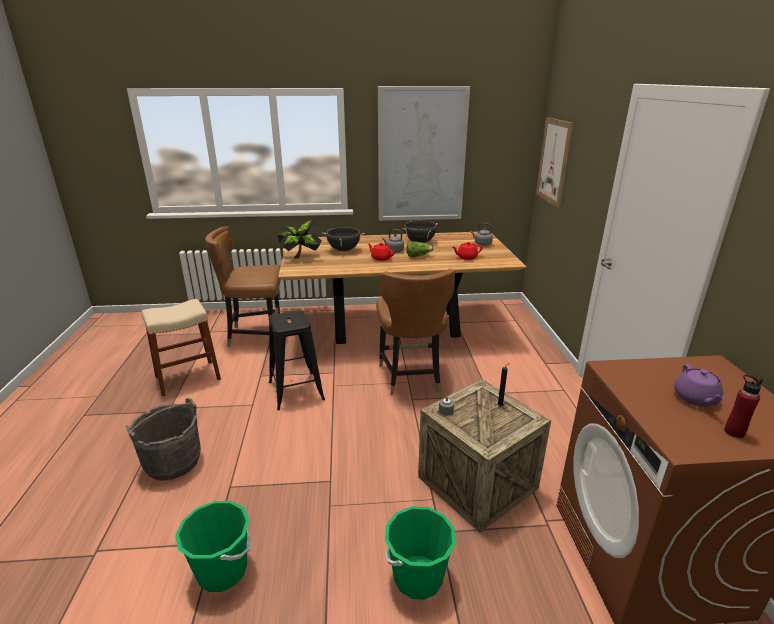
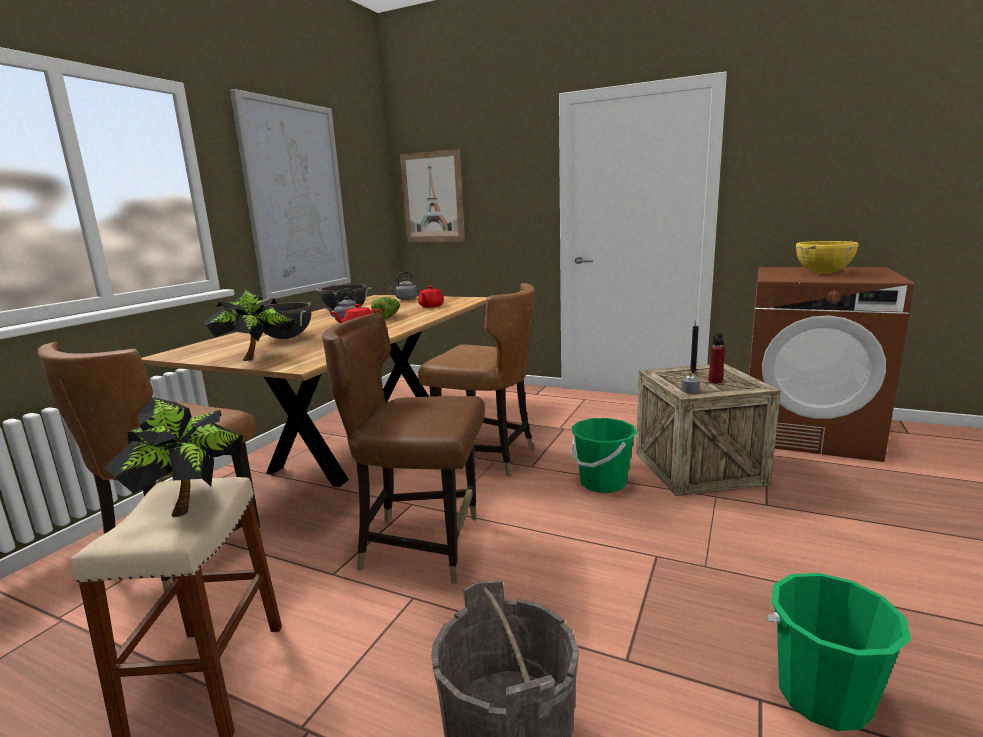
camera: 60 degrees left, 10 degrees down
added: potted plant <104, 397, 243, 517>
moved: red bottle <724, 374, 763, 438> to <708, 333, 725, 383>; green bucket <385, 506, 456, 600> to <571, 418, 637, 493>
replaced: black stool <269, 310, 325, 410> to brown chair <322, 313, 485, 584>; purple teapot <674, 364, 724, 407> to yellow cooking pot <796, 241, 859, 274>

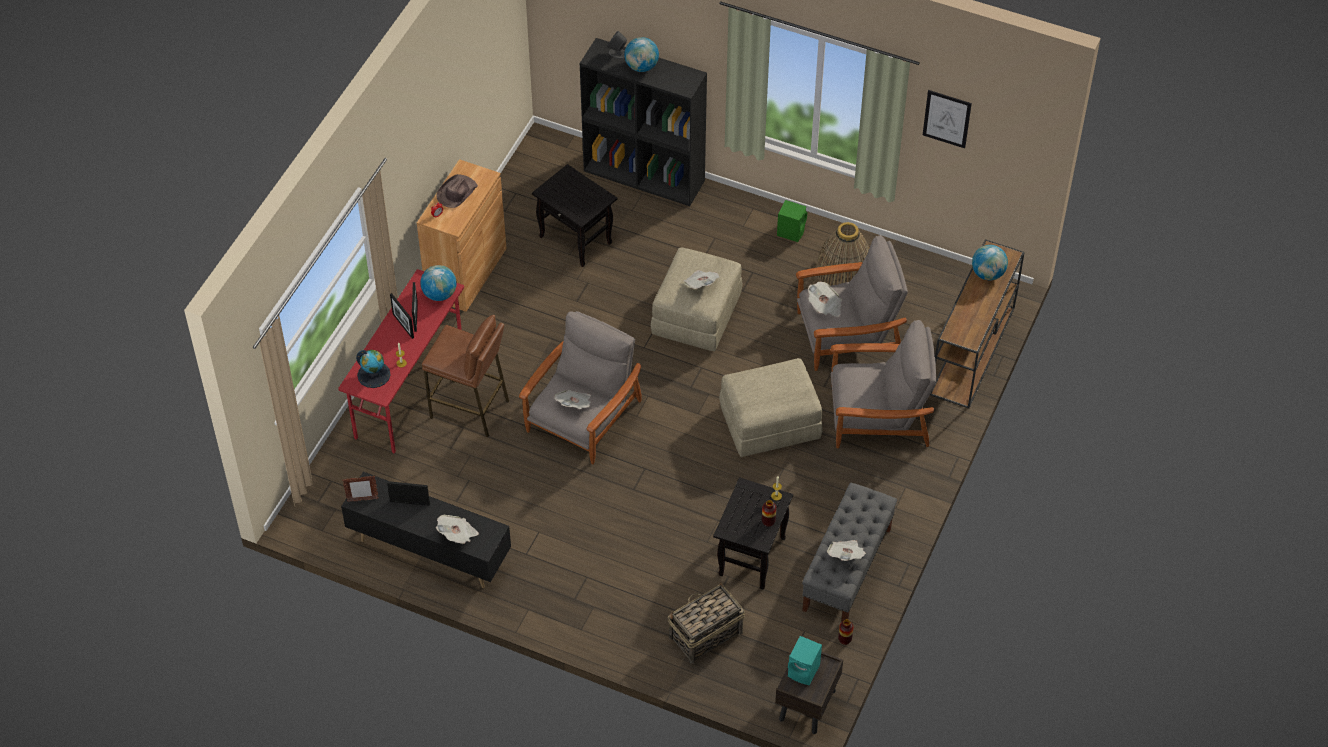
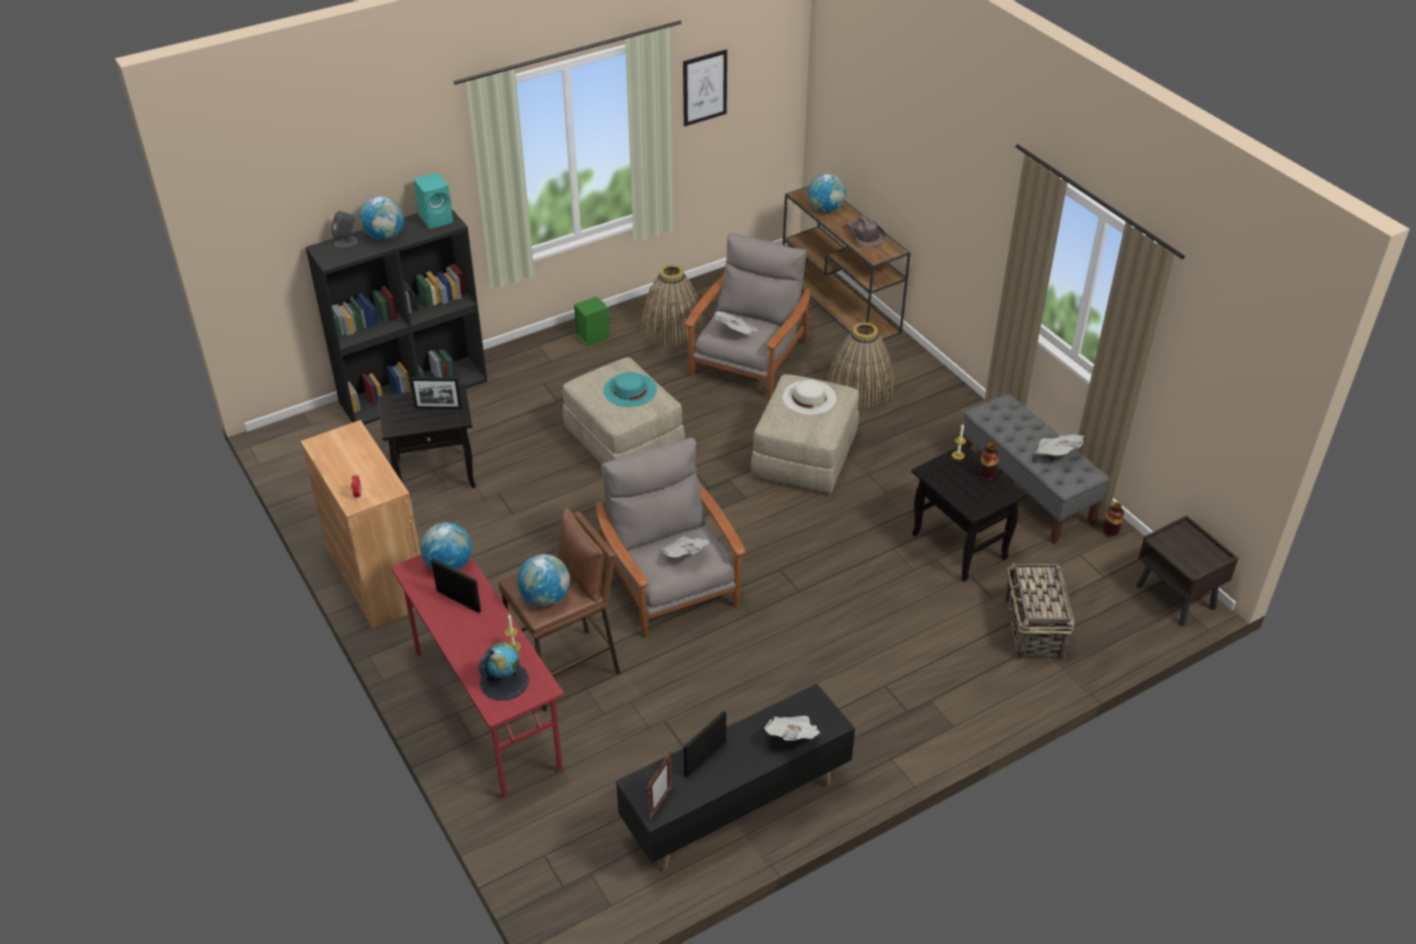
camera: 55 degrees left, 10 degrees down
added: white hat <783, 379, 836, 415>; globe <518, 554, 570, 606>
moved: brown hat <437, 174, 478, 208> to <846, 216, 887, 247>; picture frame <390, 293, 414, 339> to <410, 377, 462, 409>; turquoise speaker <788, 636, 822, 685> to <413, 172, 453, 229>
replaced: newspaper <684, 270, 720, 289> to turquoise hat <603, 372, 657, 407>; grey armchair <831, 320, 936, 448> to basket <827, 322, 894, 409>

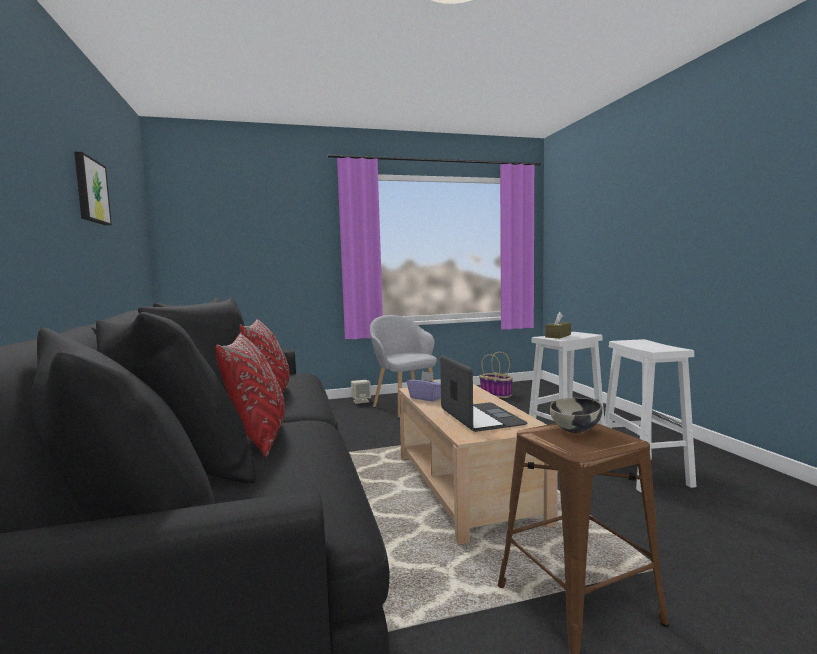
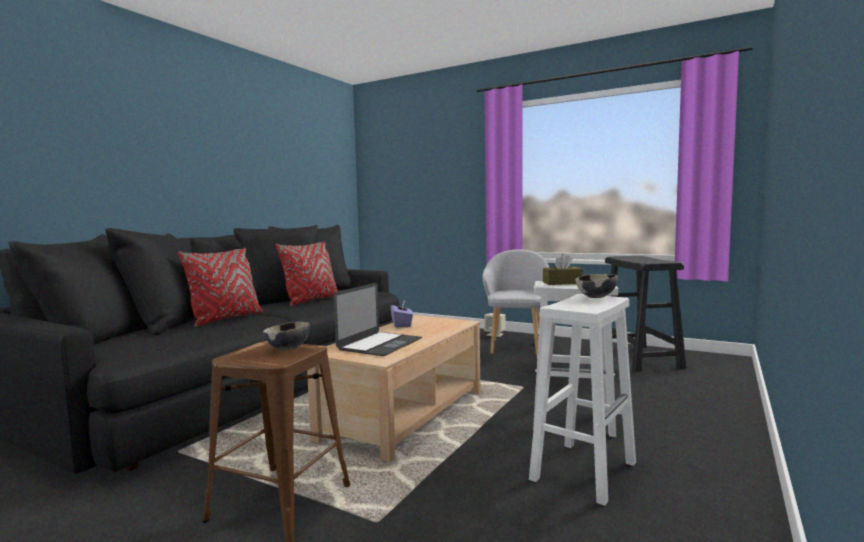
camera: 45 degrees right, 0 degrees up
removed: picture <74, 152, 112, 225>
added: bowl <575, 274, 618, 298>
replaced: basket <479, 352, 513, 398> to black stool <605, 256, 687, 371>

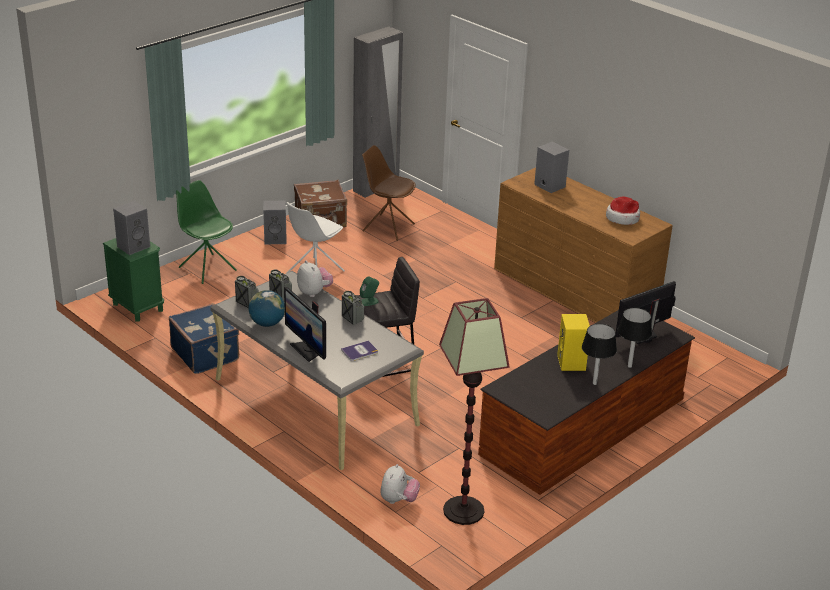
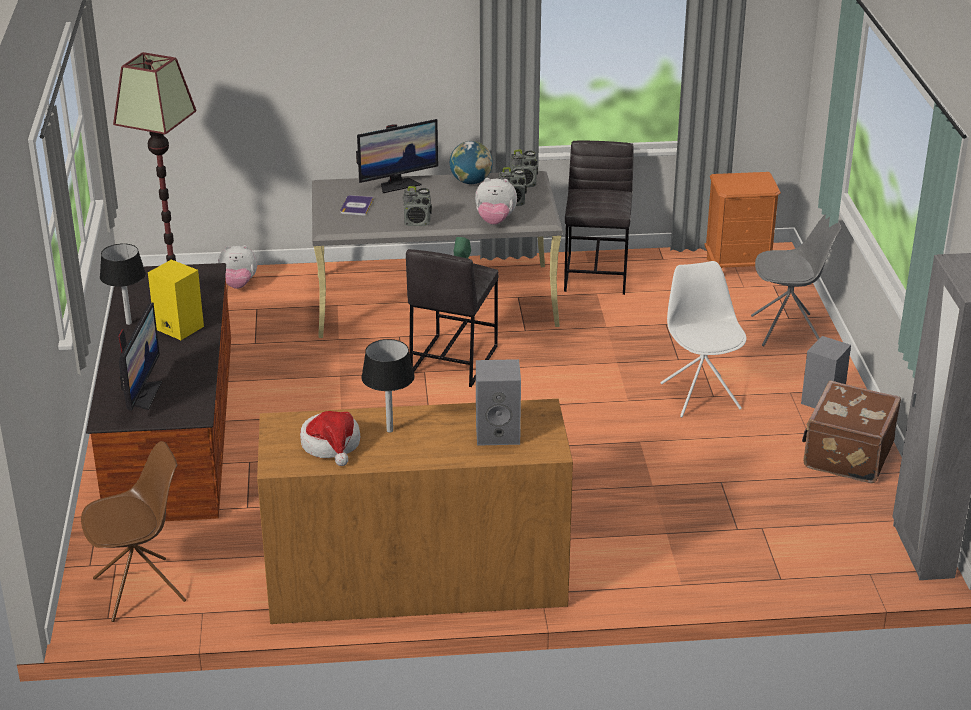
camera: 130 degrees right, 0 degrees up
removed: grey speaker <113, 201, 150, 255>
moved: brown chair <362, 145, 416, 241> to <81, 441, 186, 622>; black table lamp <617, 308, 652, 368> to <361, 339, 415, 433>
replaced: blue suitcase <169, 303, 239, 374> to grey stool <564, 141, 634, 295>
recoloured: green chair <176, 180, 237, 284> to grey chair <751, 214, 842, 346>; green nightstand <103, 238, 164, 322> to orange nightstand <704, 172, 781, 269>
turned: monitor <284, 287, 326, 362> = <356, 119, 438, 193> 150 degrees clockwise; plush toy <380, 464, 420, 504> = <218, 245, 257, 289> 60 degrees counterclockwise

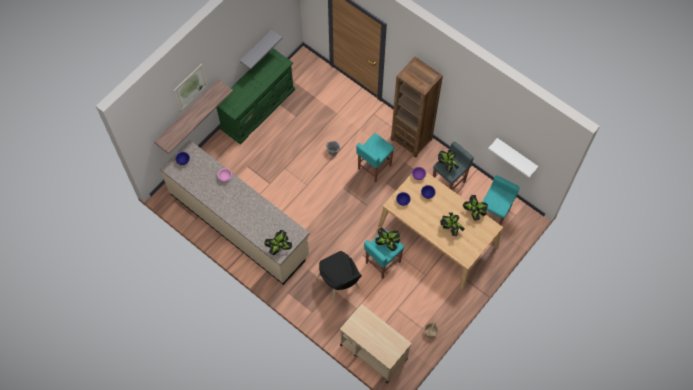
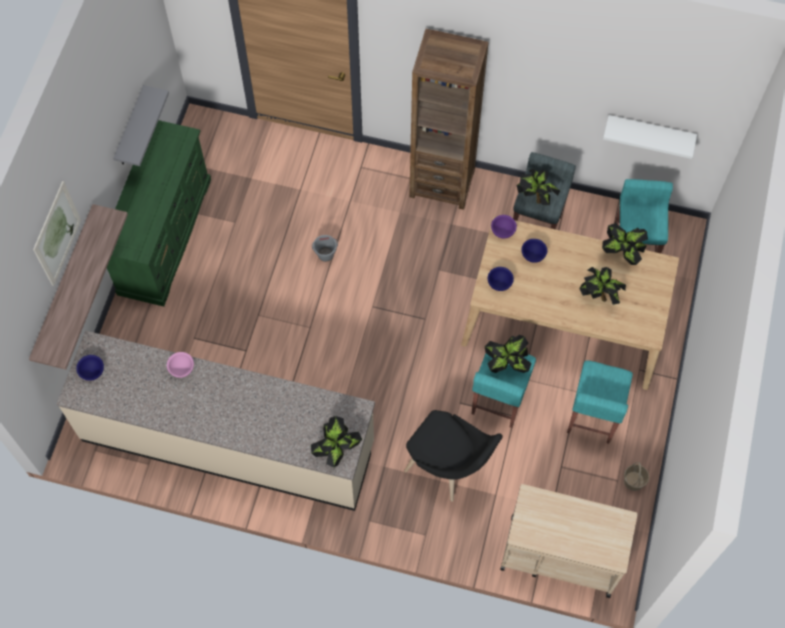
camera: 25 degrees left, 0 degrees up
moved: turquoise stool <356, 133, 394, 183> to <567, 360, 633, 444>

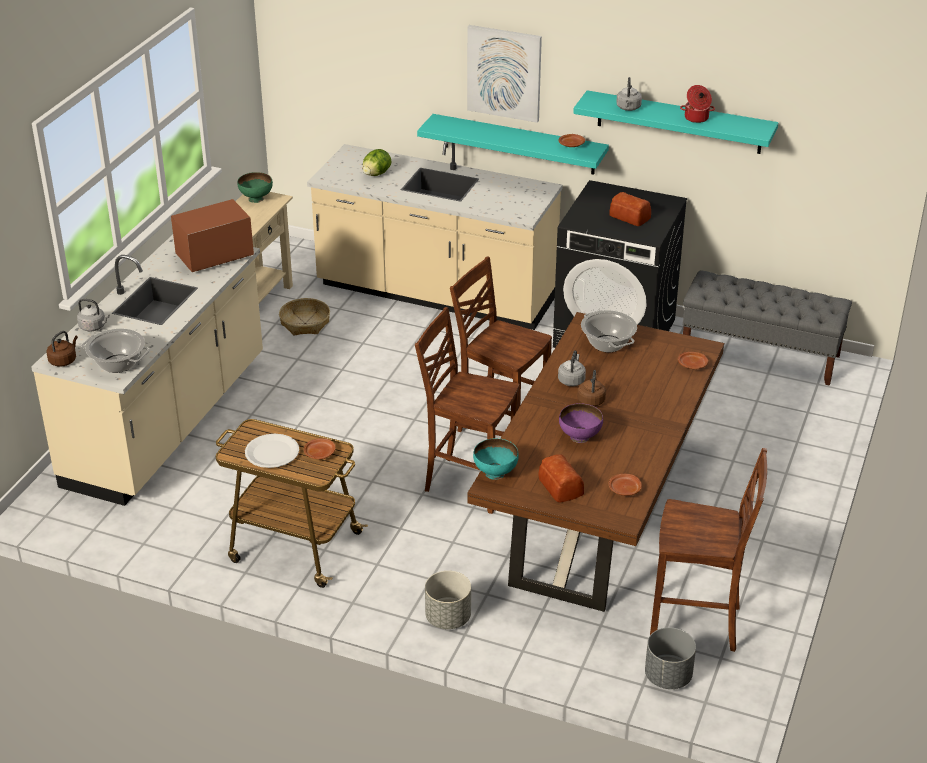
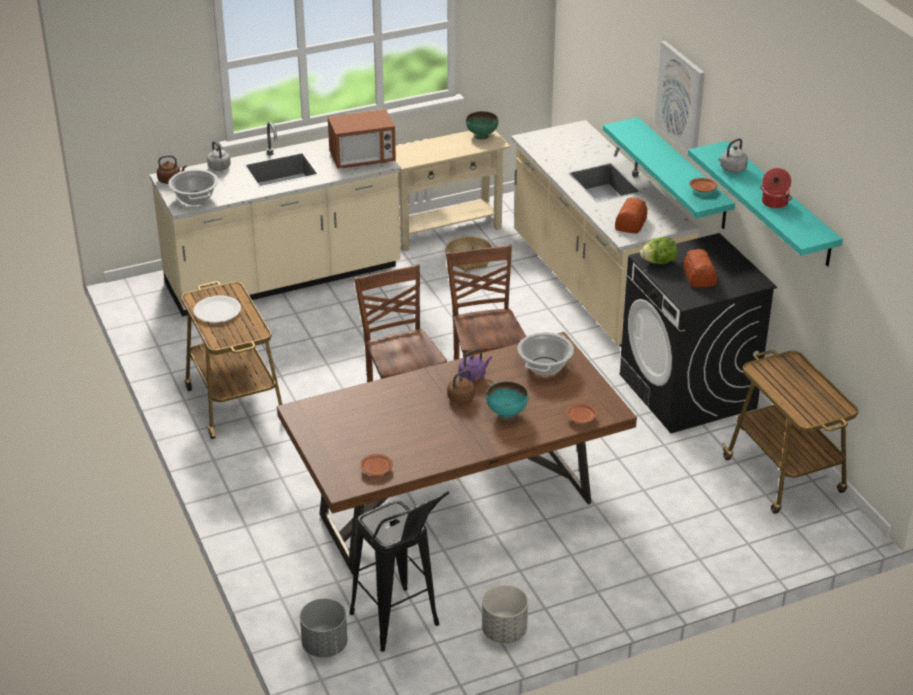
camera: 45 degrees right, 0 degrees up
removed: purple bowl <559, 403, 603, 443>; brown plate <304, 438, 336, 459>
moved: lettuce <362, 149, 392, 176> to <640, 237, 677, 264>; turquoise bowl <473, 438, 519, 480> to <486, 381, 528, 419>; bread <538, 454, 584, 503> to <615, 197, 647, 234>; grey planter <425, 571, 471, 629> to <482, 585, 528, 643>
replaced: grey bench <683, 270, 852, 386> to cart <722, 350, 858, 514>; brown chair <650, 448, 767, 652> to black stool <349, 492, 449, 652>
recoloured: grey kettle <558, 350, 586, 386> to purple kettle <459, 349, 492, 382>
turned: microwave <171, 199, 254, 272> = <328, 109, 396, 168> 150 degrees clockwise

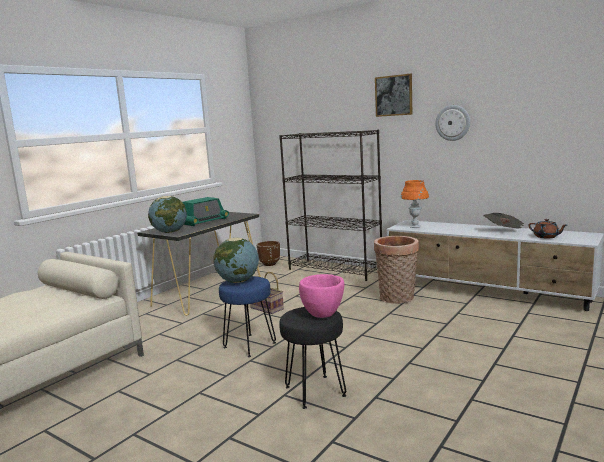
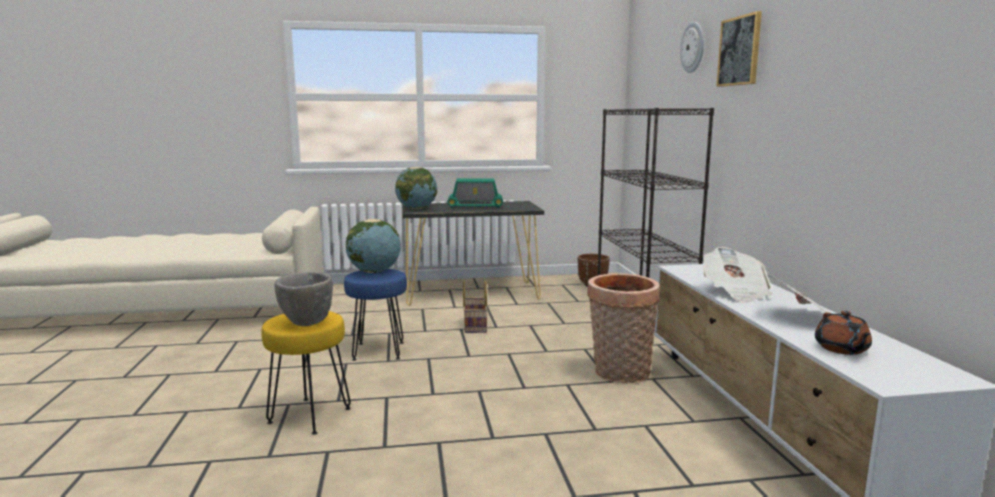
camera: 45 degrees right, 0 degrees up
removed: orange table lamp <401, 180, 429, 228>
added: newspaper <703, 247, 772, 303>
moved: wall clock <435, 105, 470, 141> to <680, 22, 704, 73>
recoloured: pink bowl <299, 274, 344, 318> to grey bowl <275, 272, 333, 326>; black stool <279, 307, 346, 409> to yellow stool <261, 311, 351, 435>

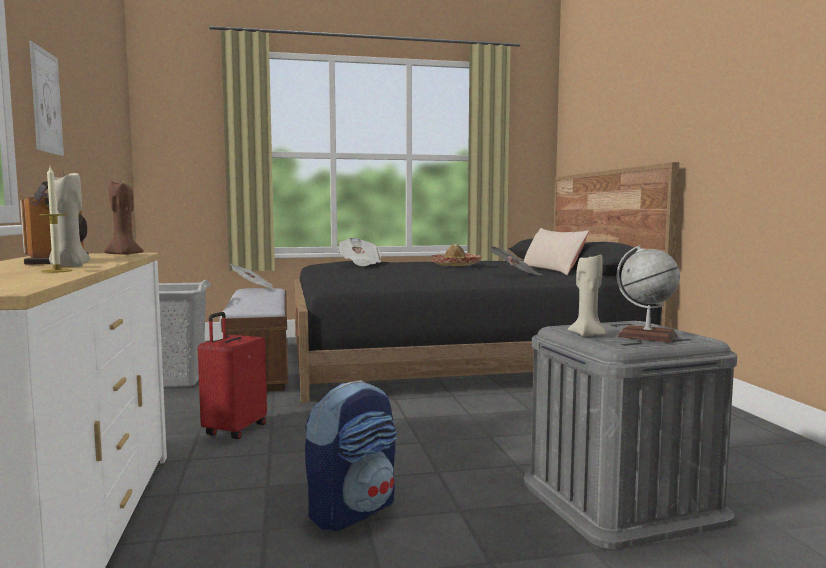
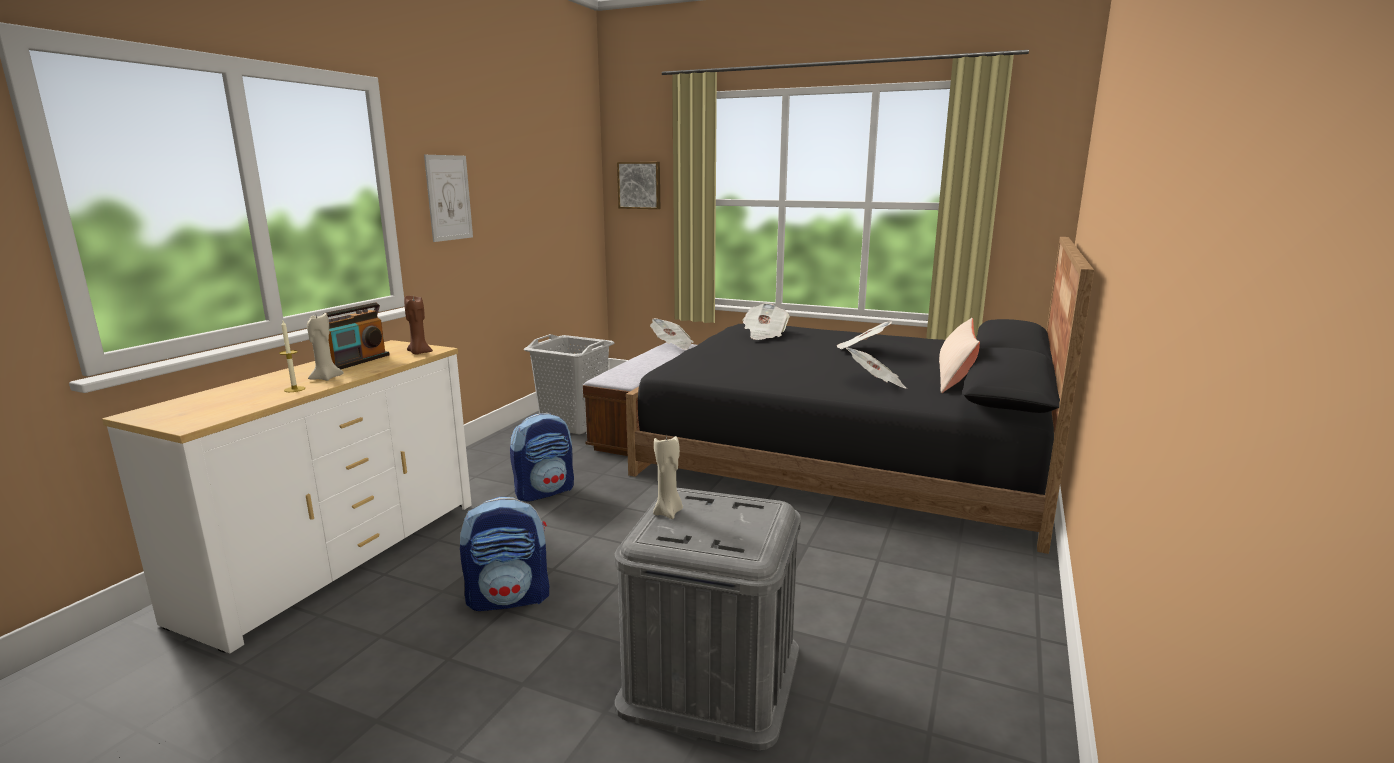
camera: 35 degrees right, 10 degrees up
removed: globe <617, 245, 680, 343>
added: picture <617, 162, 660, 209>
replaced: hat <429, 244, 482, 266> to newspaper <837, 321, 892, 349>; red suitcase <198, 312, 267, 439> to backpack <510, 413, 574, 502>

